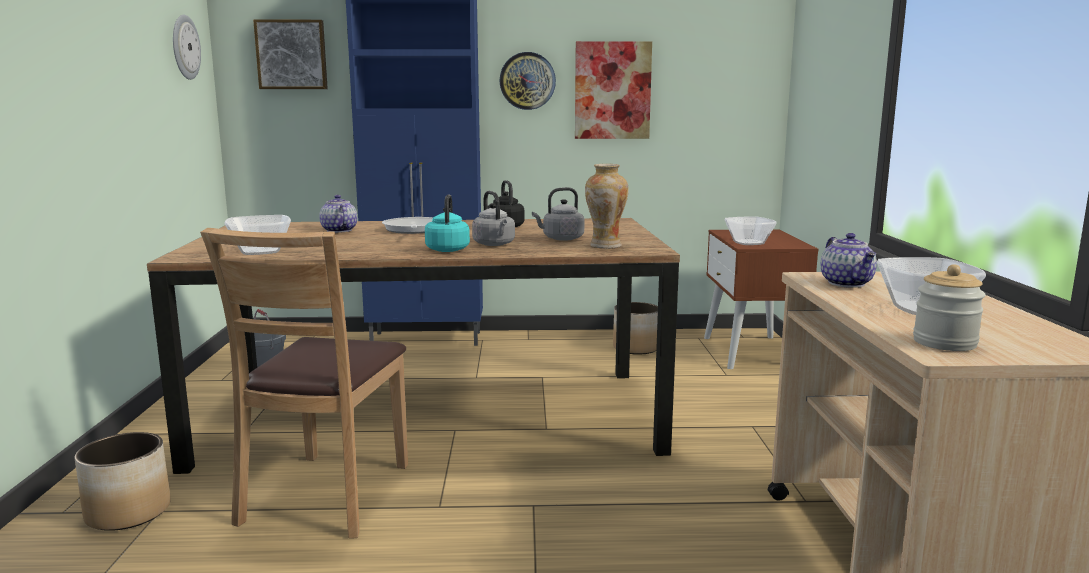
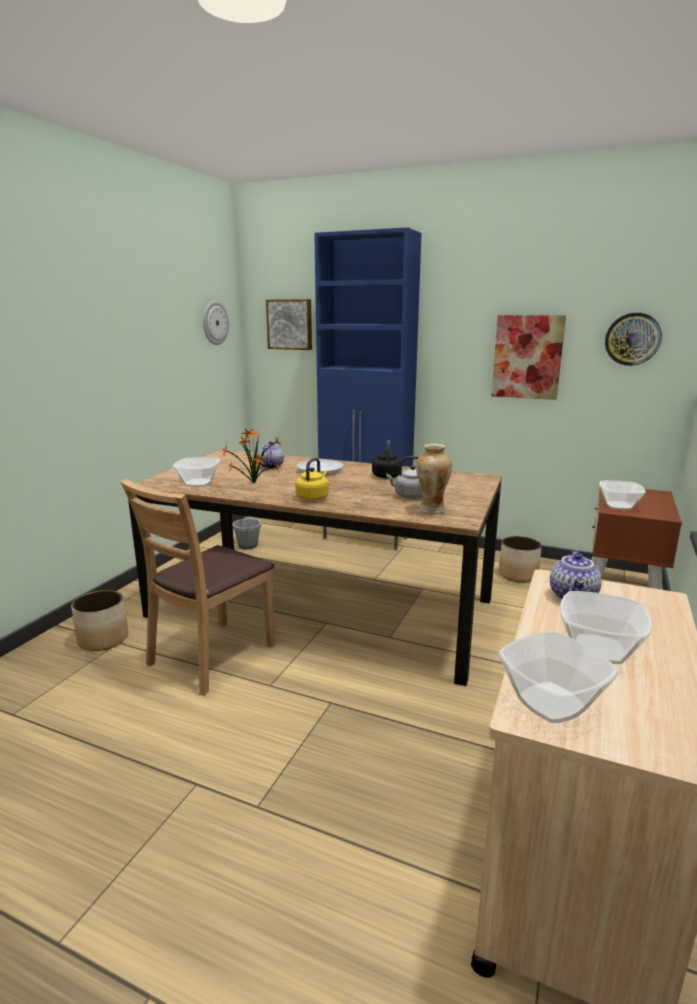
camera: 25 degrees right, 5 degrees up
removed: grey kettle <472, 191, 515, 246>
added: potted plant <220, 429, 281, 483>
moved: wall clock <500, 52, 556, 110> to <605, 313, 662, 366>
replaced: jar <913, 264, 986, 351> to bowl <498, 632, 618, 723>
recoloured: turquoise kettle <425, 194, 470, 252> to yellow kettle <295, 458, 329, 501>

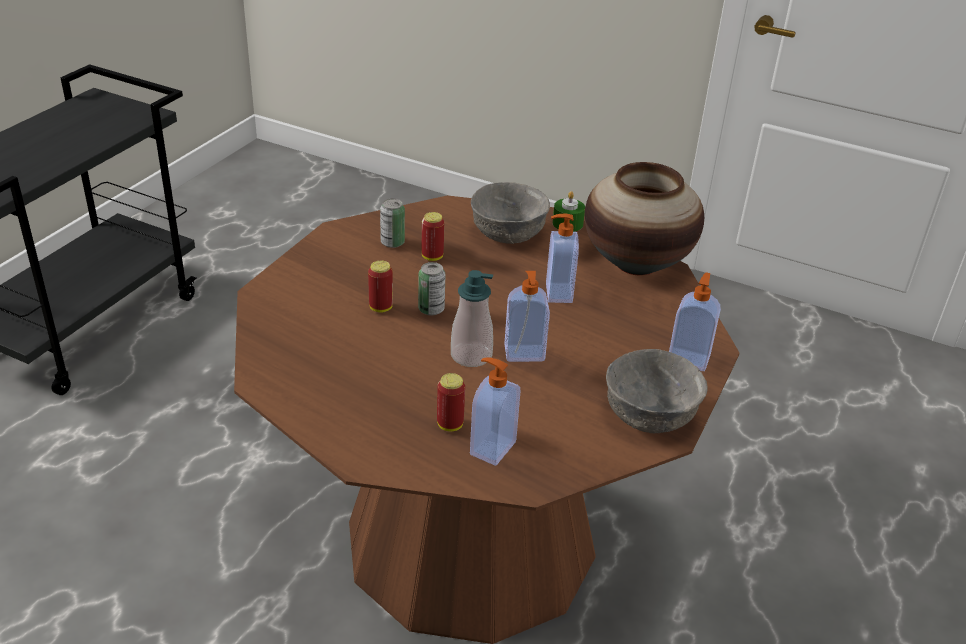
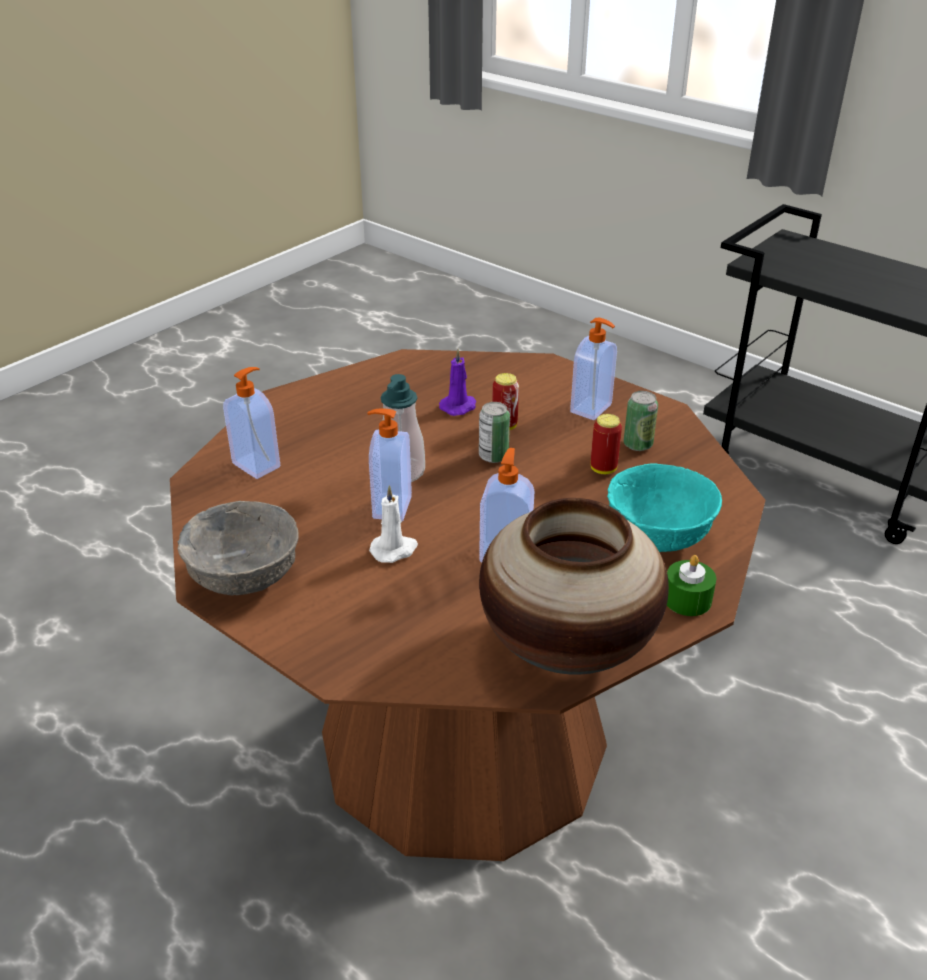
camera: 105 degrees right, 0 degrees up
removed: can <437, 373, 465, 432>
added: purple candle <439, 349, 476, 416>; white candle <369, 485, 418, 563>
moved: soap dispenser <669, 272, 721, 371> to <570, 318, 617, 420>
recoloured: grey bowl <471, 182, 550, 244> to turquoise bowl <607, 464, 722, 552>

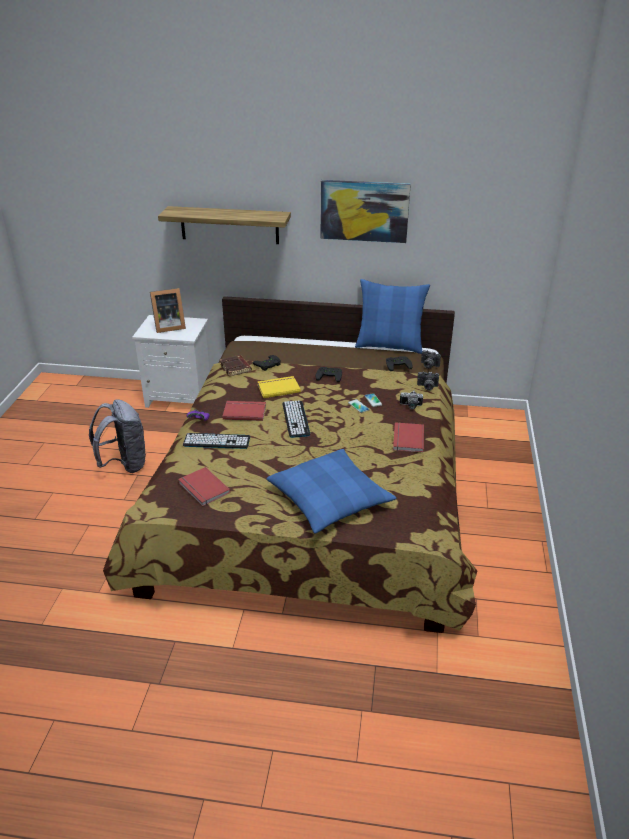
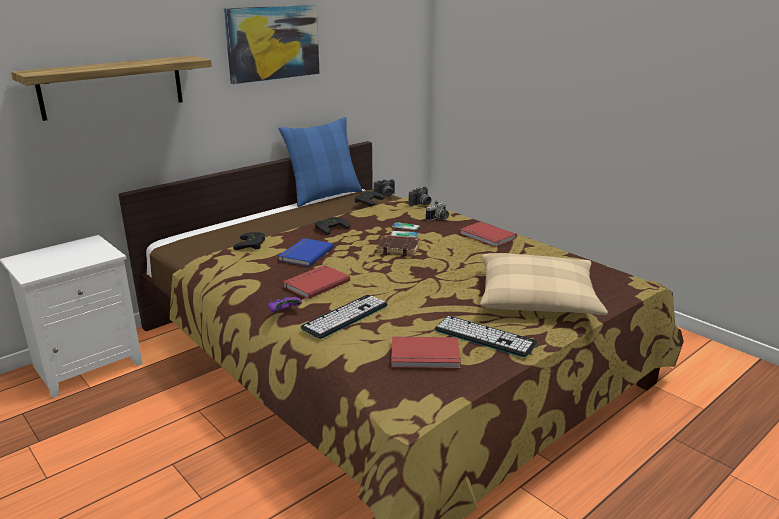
camera: 50 degrees left, 10 degrees down
removed: picture frame <150, 288, 186, 333>; grey backpack <89, 399, 147, 473>
moved: brown book <220, 355, 252, 376> to <376, 235, 420, 256>; keyboard <282, 400, 310, 438> to <435, 316, 537, 357>
recoloured: yellow book <257, 376, 301, 398> to blue book <278, 238, 334, 266>; blue pillow <266, 449, 396, 534> to beige pillow <480, 253, 608, 315>

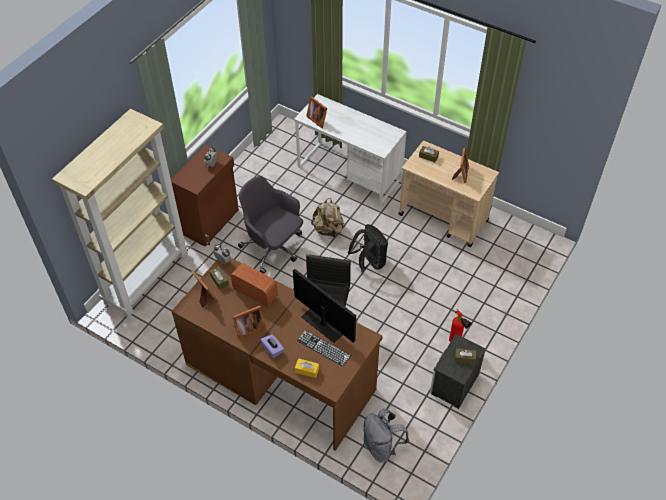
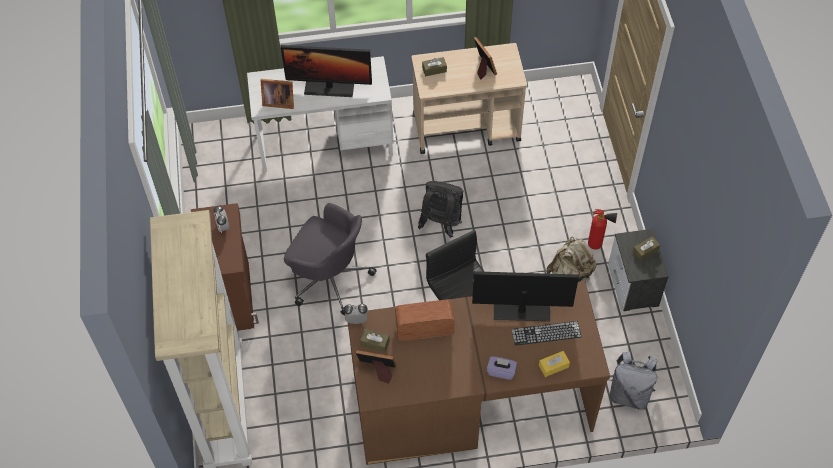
camera: 40 degrees left, 5 degrees up
removed: picture frame <233, 306, 266, 339>
added: monitor <281, 45, 372, 97>
moved: beige backpack <311, 198, 344, 237> to <547, 237, 597, 282>
turned: grey office chair <238, 176, 303, 274> = <284, 203, 377, 315> 150 degrees counterclockwise

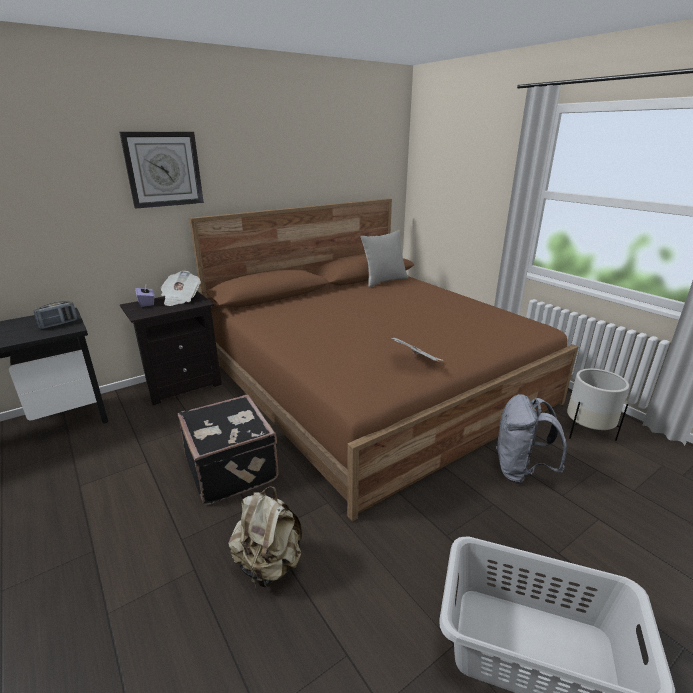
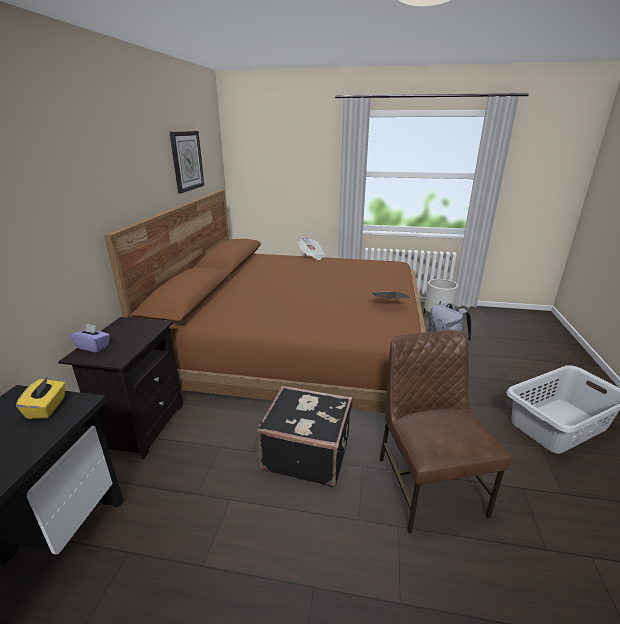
camera: 45 degrees left, 0 degrees up
removed: grey pillow <361, 231, 408, 287>
moved: wall clock <119, 132, 204, 209> to <170, 131, 205, 193>; newspaper <161, 271, 201, 306> to <298, 237, 327, 260>
replaced: radio <33, 301, 78, 329> to yellow tissue box <16, 377, 65, 419>; beige backpack <228, 487, 303, 589> to brown chair <380, 330, 511, 533>

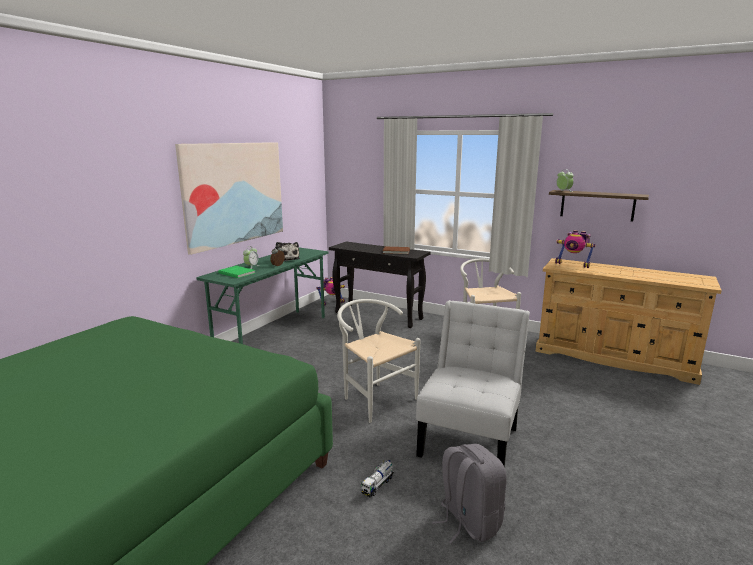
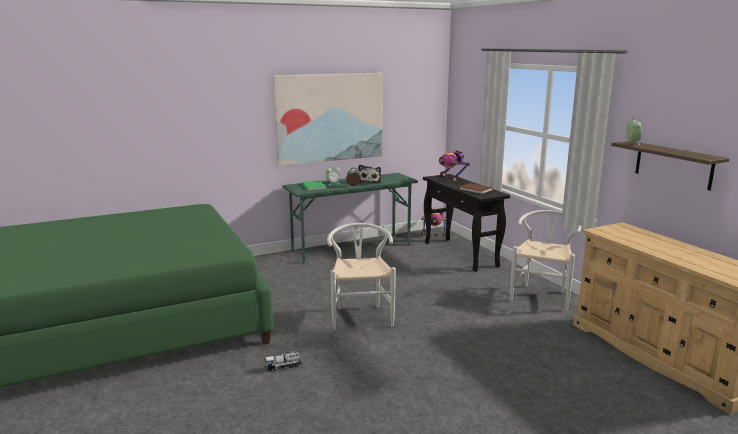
camera: 35 degrees right, 0 degrees up
removed: white chair <416, 300, 530, 468>; grey backpack <432, 444, 507, 544>
moved: toy robot <555, 230, 596, 268> to <439, 150, 470, 182>

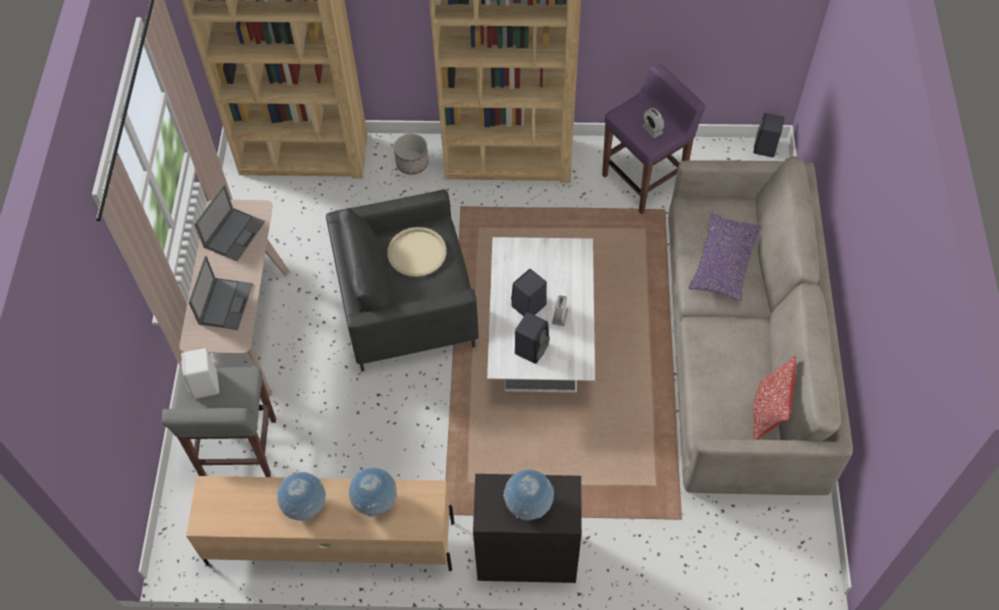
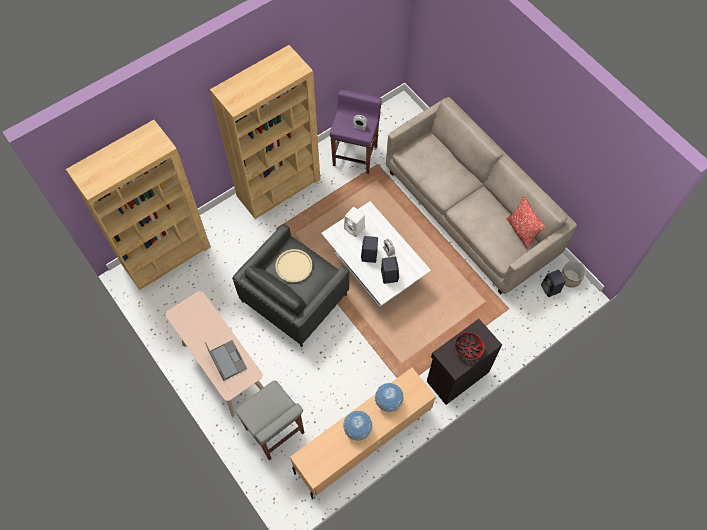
camera: 40 degrees left, 5 degrees up
removed: laptop <195, 185, 265, 261>; purple pillow <689, 213, 761, 302>
moved: black speaker <753, 113, 784, 157> to <541, 270, 566, 297>; planter <394, 134, 429, 175> to <561, 261, 586, 287>; white speaker <181, 348, 219, 399> to <344, 207, 365, 237>
replaced: globe <503, 469, 554, 521> to bowl <454, 332, 485, 360>

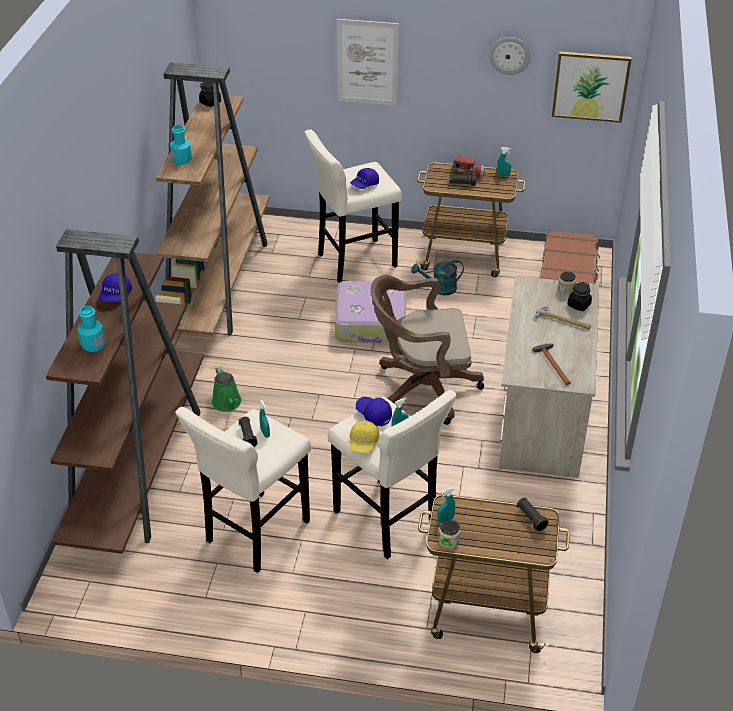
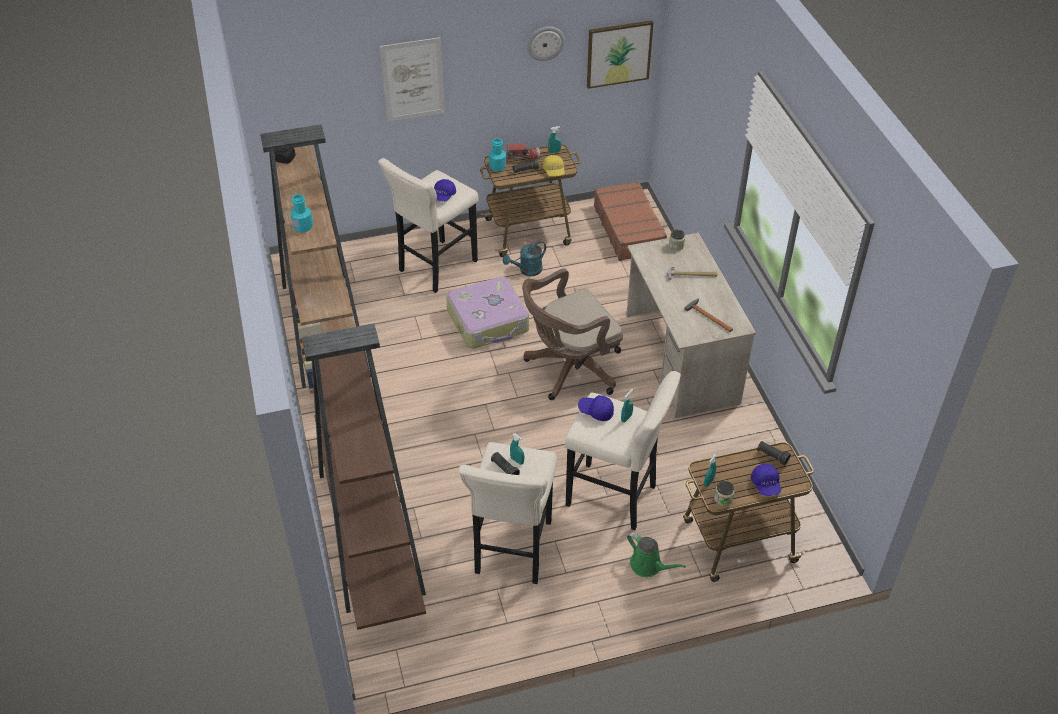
camera: 25 degrees left, 5 degrees up
removed: black jar <567, 282, 592, 311>
moved: blue cap <98, 273, 132, 302> to <751, 463, 781, 496>; turquoise bottle <77, 306, 106, 352> to <489, 139, 506, 172>; green watering can <212, 366, 242, 412> to <627, 532, 686, 577>; yellow cap <349, 421, 380, 453> to <542, 155, 565, 176>

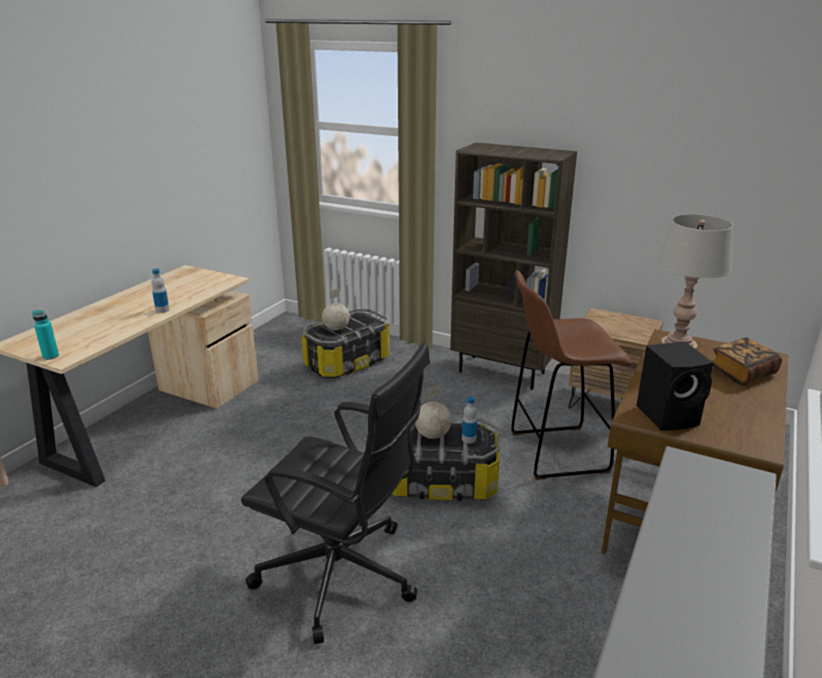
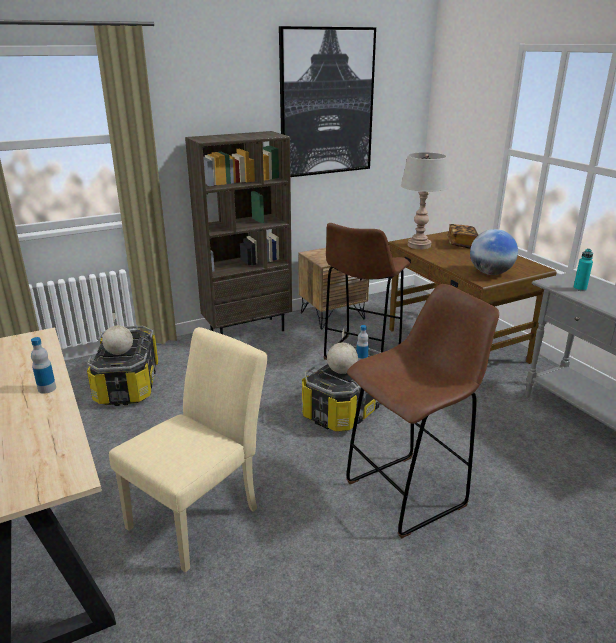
camera: 55 degrees left, 0 degrees up
added: picture <279, 26, 376, 177>; beige chair <109, 327, 267, 573>
moved: turquoise bottle <32, 310, 59, 360> to <573, 249, 593, 291>
replaced: black speaker <636, 341, 714, 431> to globe <470, 229, 518, 275>; black office chair <241, 343, 430, 644> to brown stool <346, 284, 499, 539>

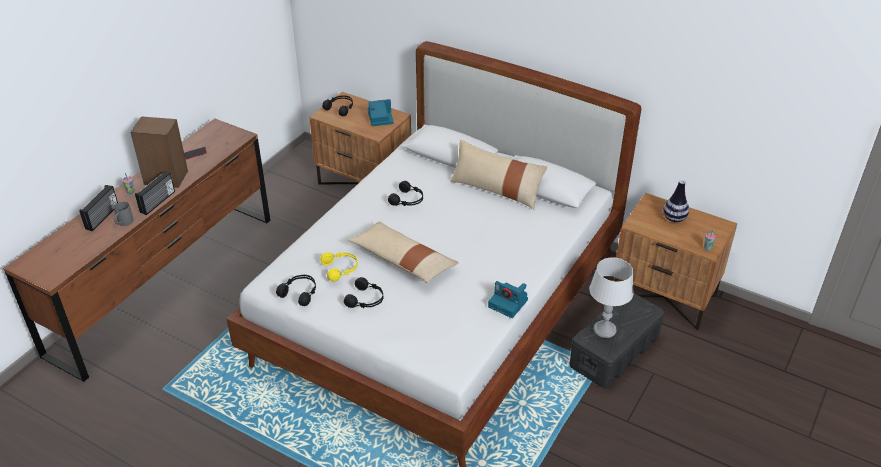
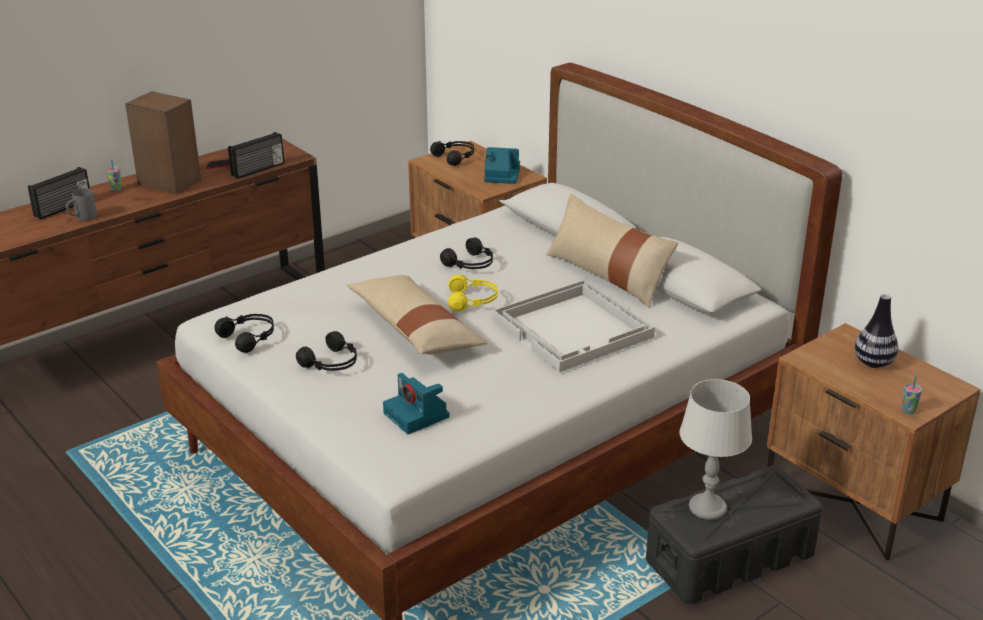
camera: 20 degrees right, 10 degrees down
added: white tray <493, 280, 655, 372>
moved: radio <135, 171, 175, 215> to <228, 132, 284, 179>; yellow headphones <320, 252, 358, 282> to <448, 274, 498, 311>; photo camera <488, 281, 528, 318> to <383, 373, 450, 434>

